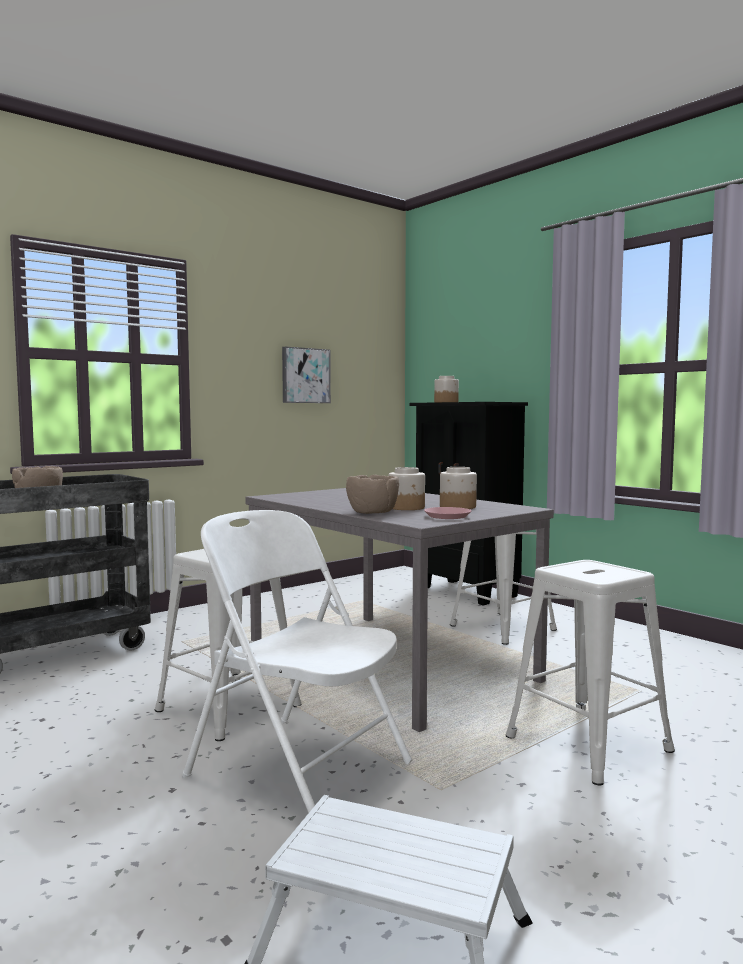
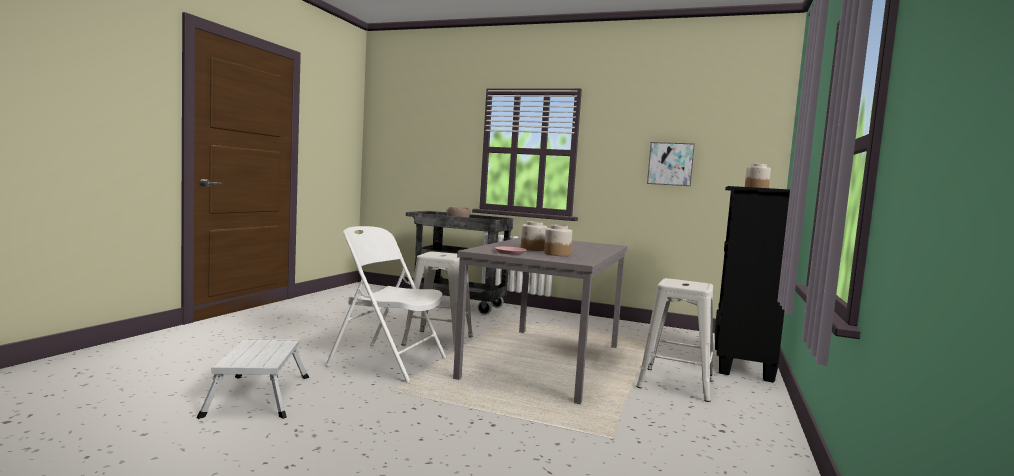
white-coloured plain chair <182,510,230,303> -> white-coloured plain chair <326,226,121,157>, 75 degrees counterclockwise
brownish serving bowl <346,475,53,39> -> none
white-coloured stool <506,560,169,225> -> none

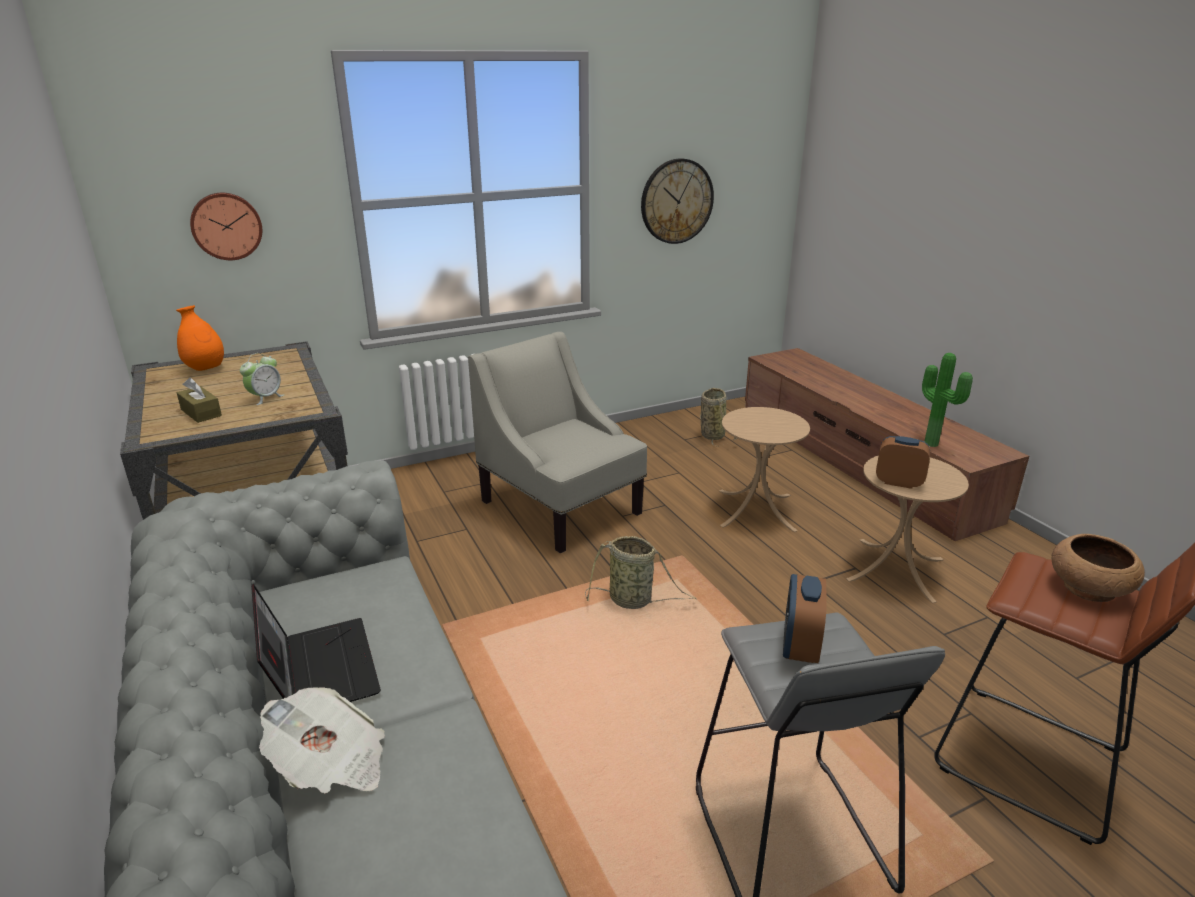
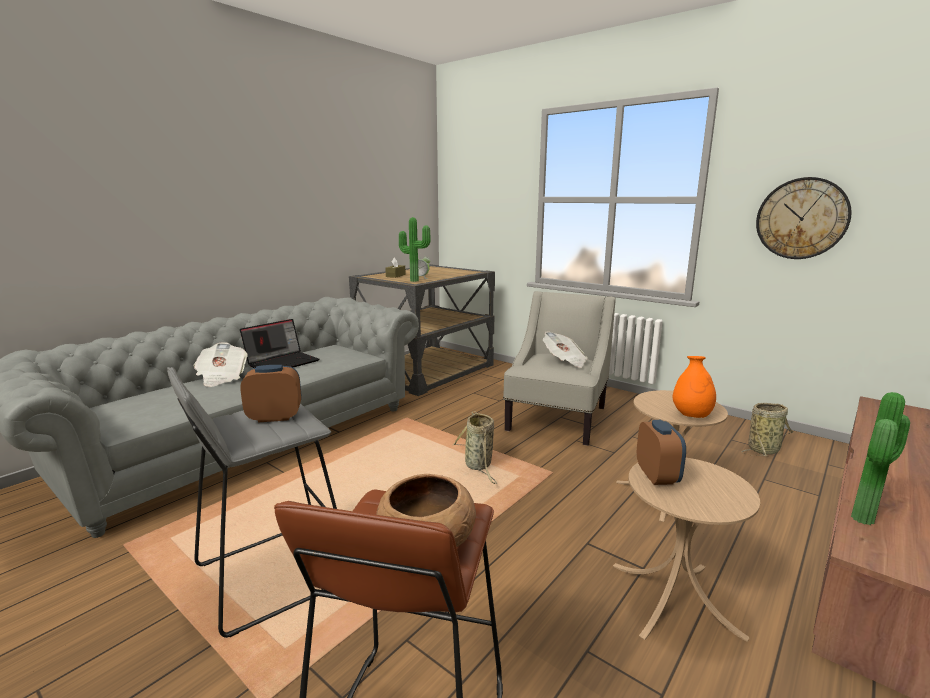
orangey vase <176,305,48,66> -> orangey vase <673,356,43,62>, moved
hanging clock <190,193,72,67> -> none
none -> houseplant <399,217,32,65>
none -> daily paper <543,331,45,37>

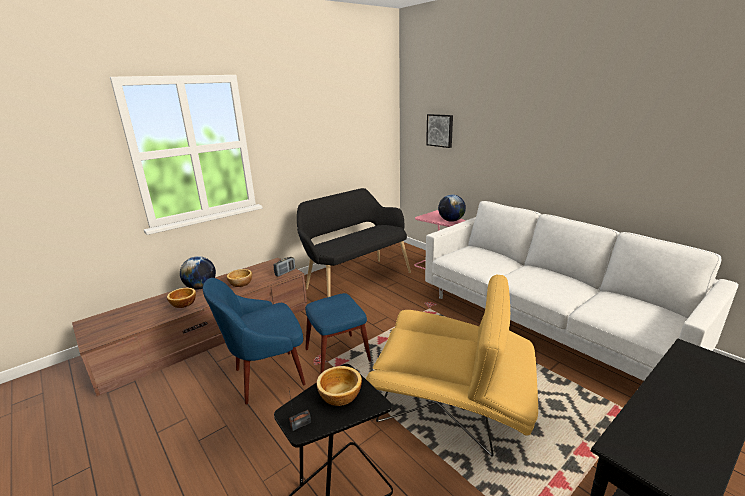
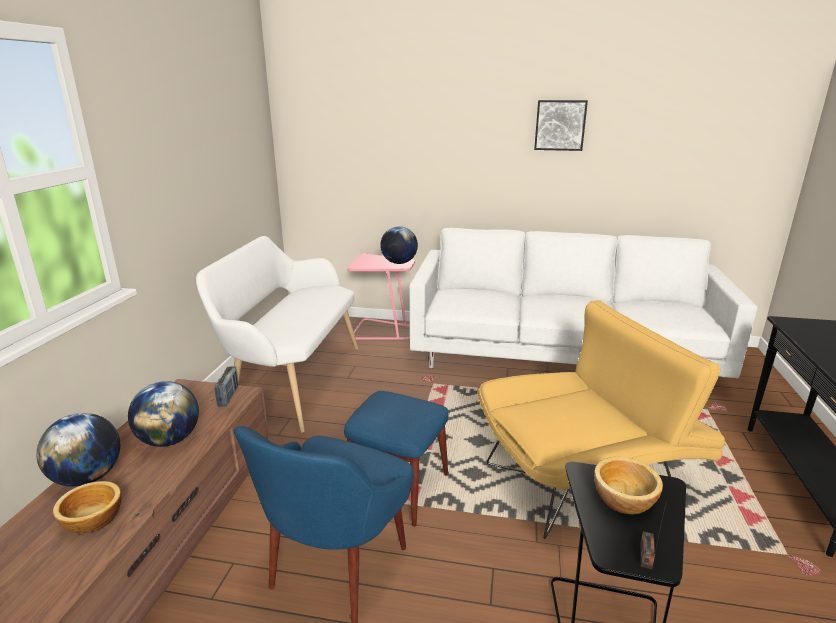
serving bowl <227,269,25,18> -> globe <128,381,71,66>
black indoor bench <297,188,114,109> -> white-coloured indoor bench <196,236,162,197>
wall art <426,114,27,34> -> wall art <534,100,54,51>, moved

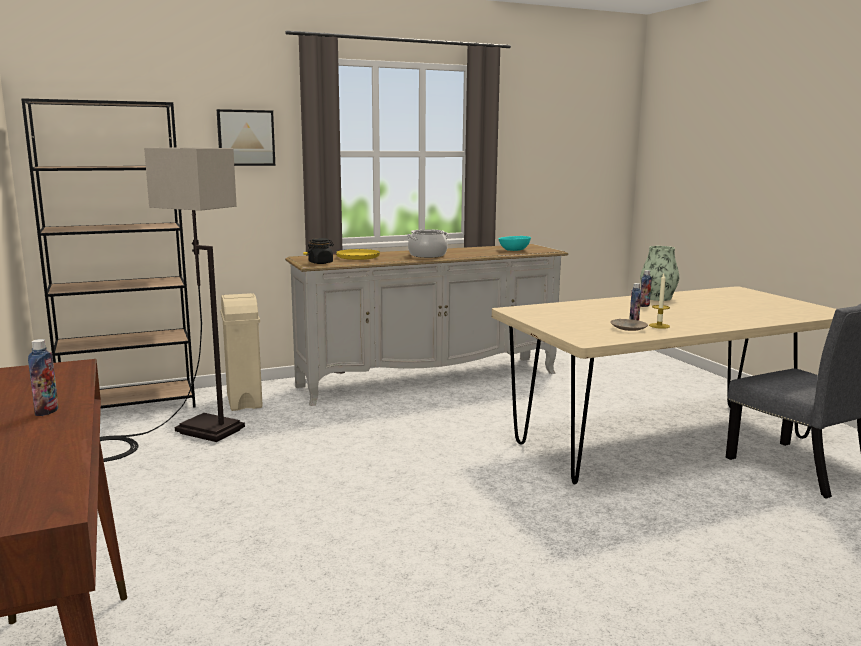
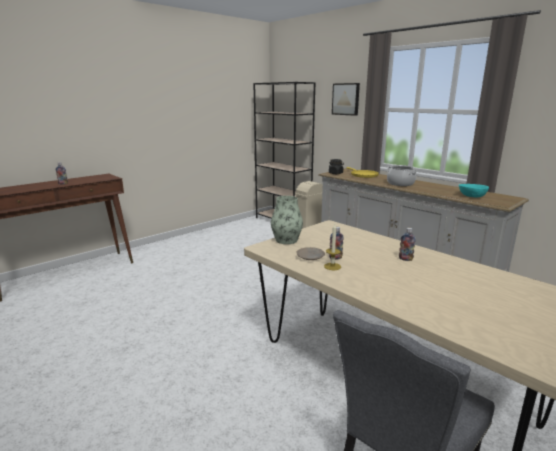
floor lamp <100,148,145,314> -> none
vase <640,246,39,55> -> vase <271,196,32,48>, moved

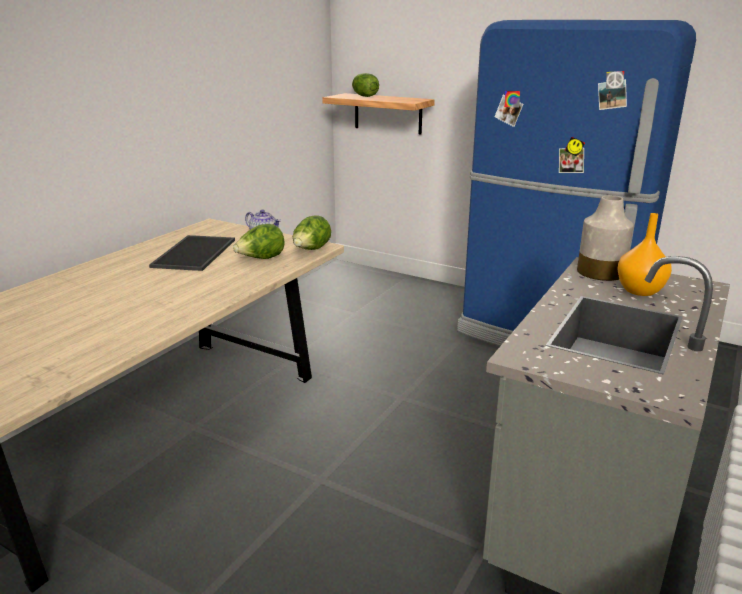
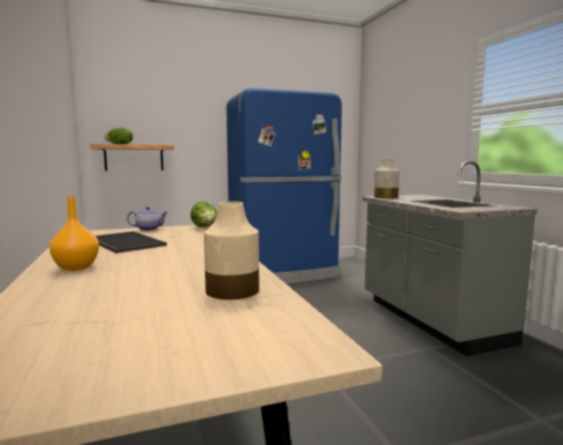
lettuce head <233,224,51,35> -> none
orangey vase <618,213,54,83> -> orangey vase <49,196,50,75>, moved
none -> sand-coloured vase <204,201,55,99>

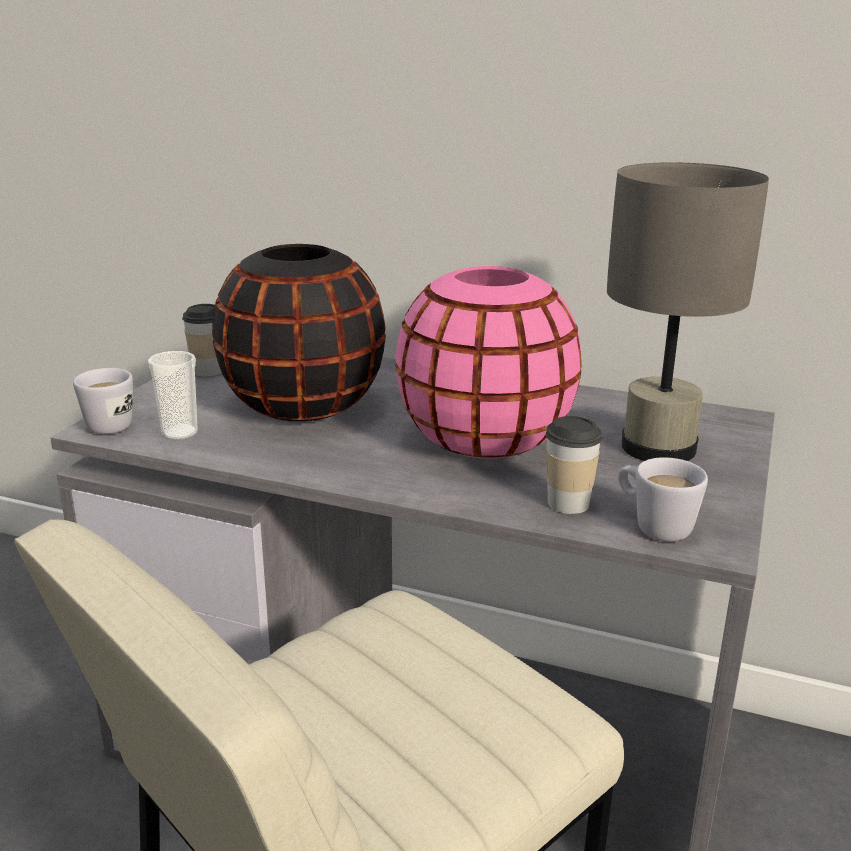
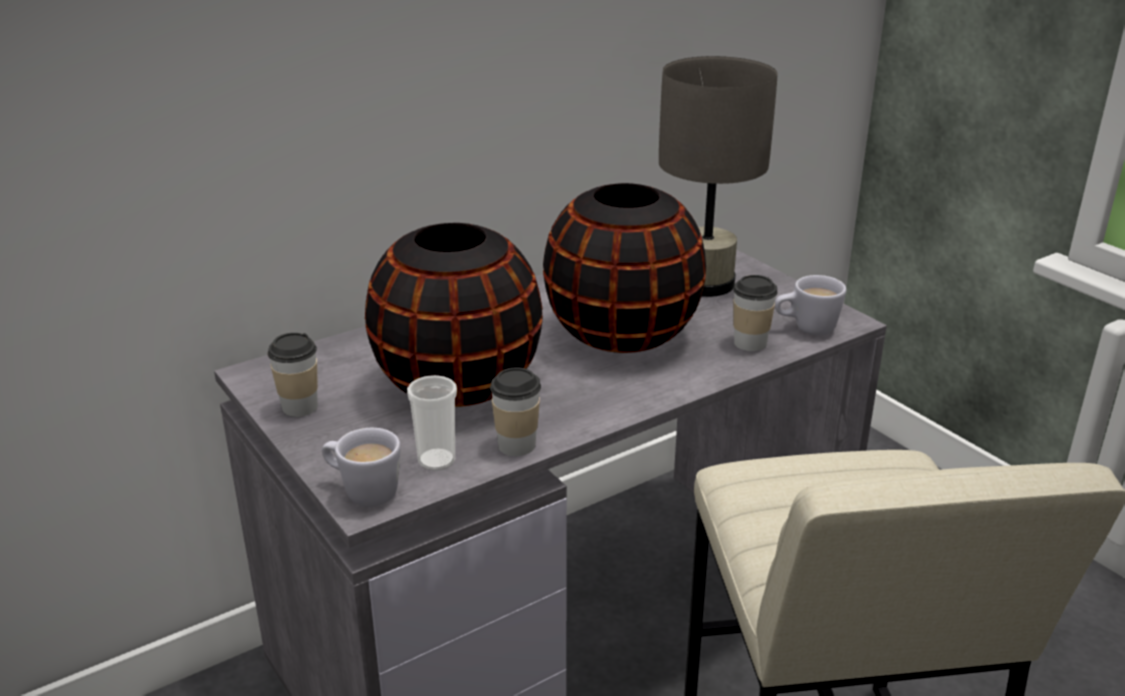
pinkish vase <395,266,187,192> -> black vase <543,183,163,170>
none -> small cup <490,367,51,89>

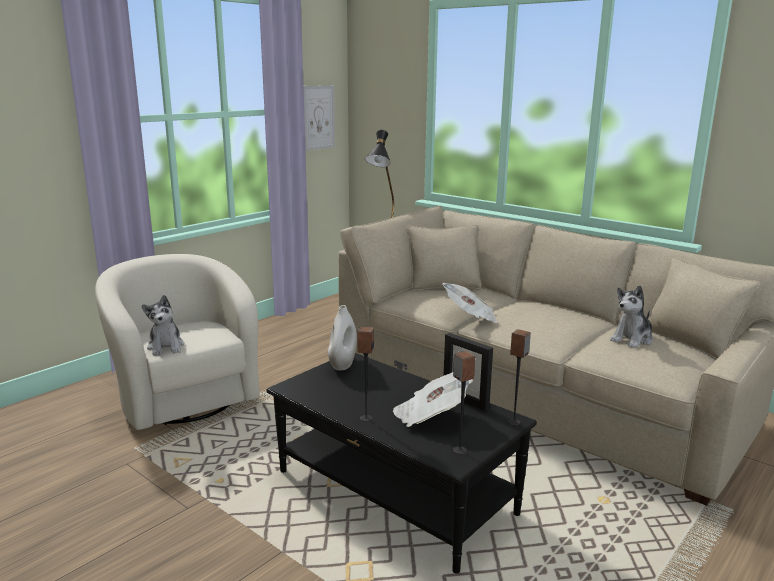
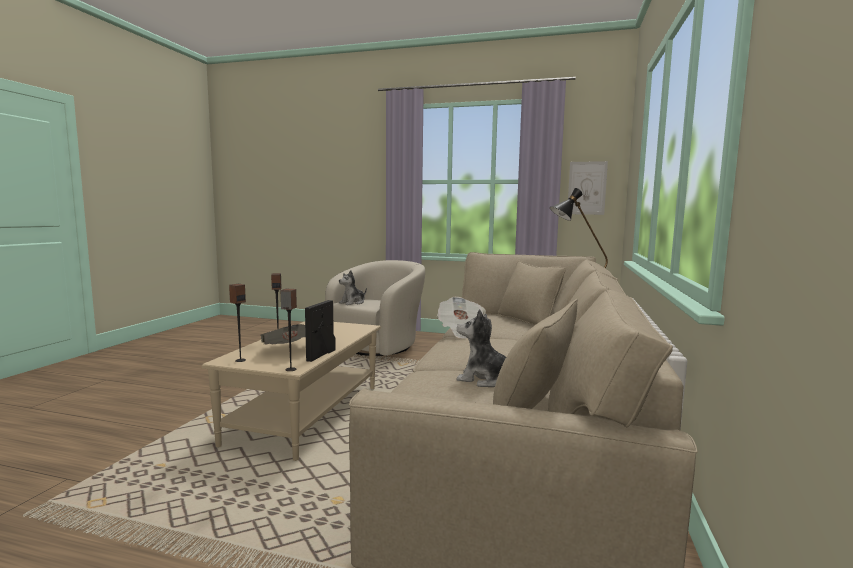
black lounge table <266,353,271,221> -> sand-coloured lounge table <202,321,179,140>
white-coloured vase <328,305,29,65> -> none

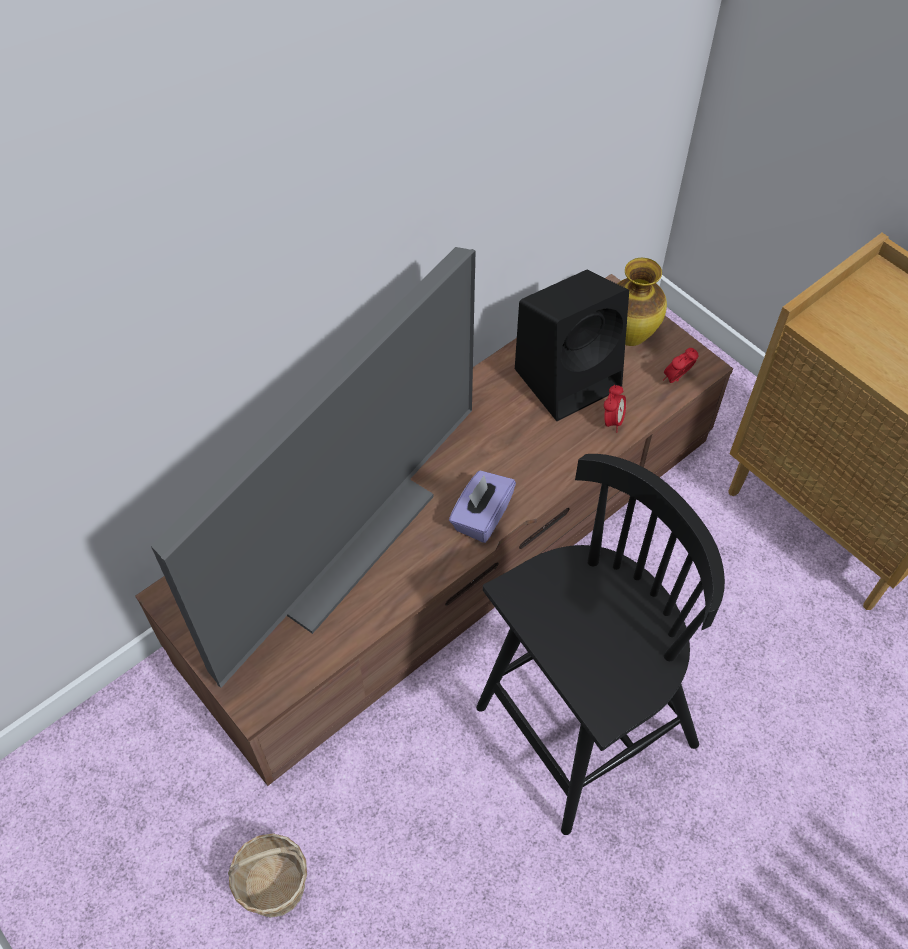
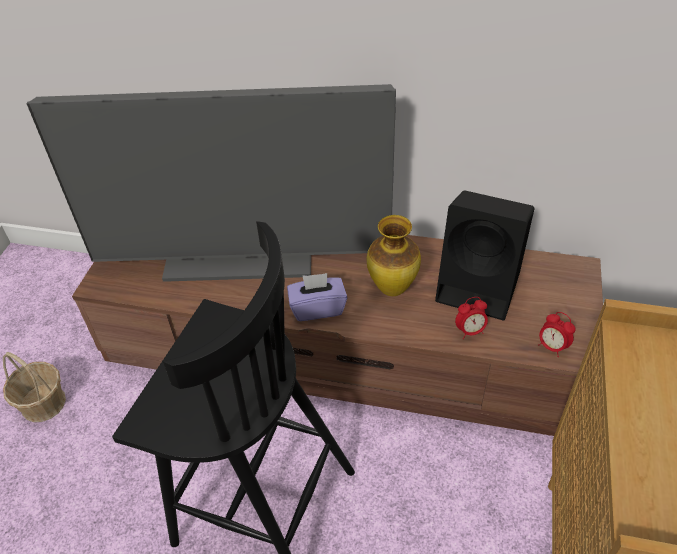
vase <617,258,50,88> -> vase <367,215,54,81>, moved
alarm clock <663,348,36,35> -> alarm clock <538,312,38,45>, 150 degrees counterclockwise

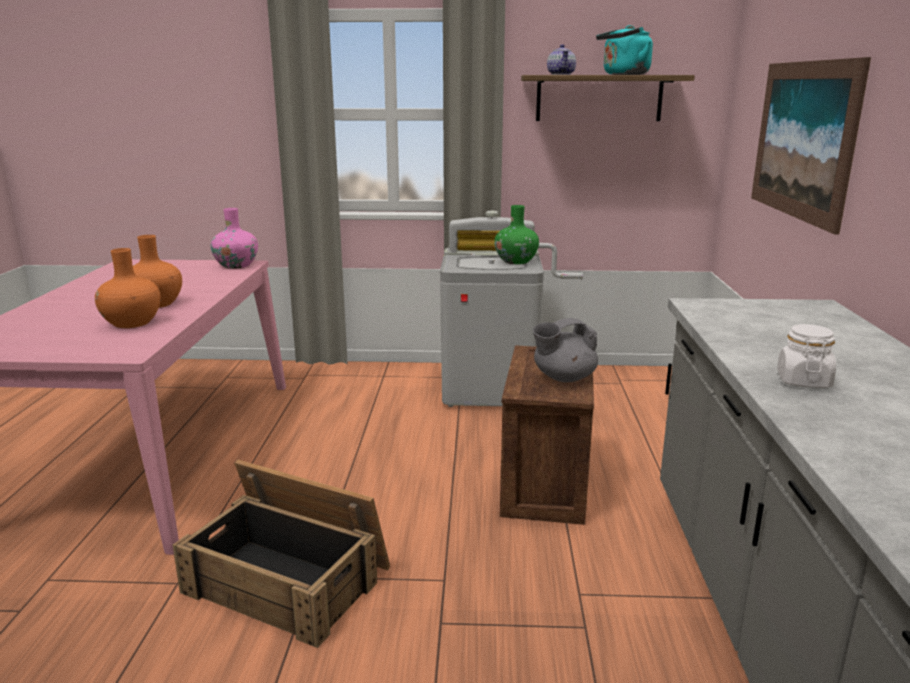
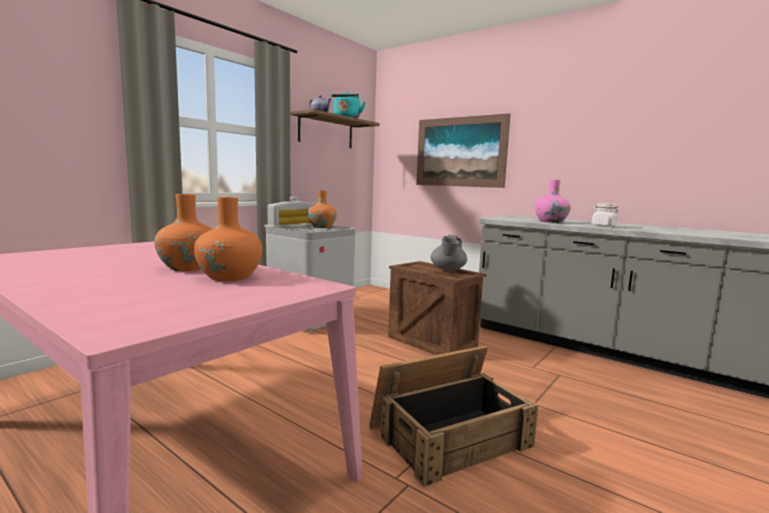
pinkish vase <210,208,48,61> -> pinkish vase <535,180,36,43>, moved
greenish vase <494,205,45,59> -> orangey vase <307,190,30,38>

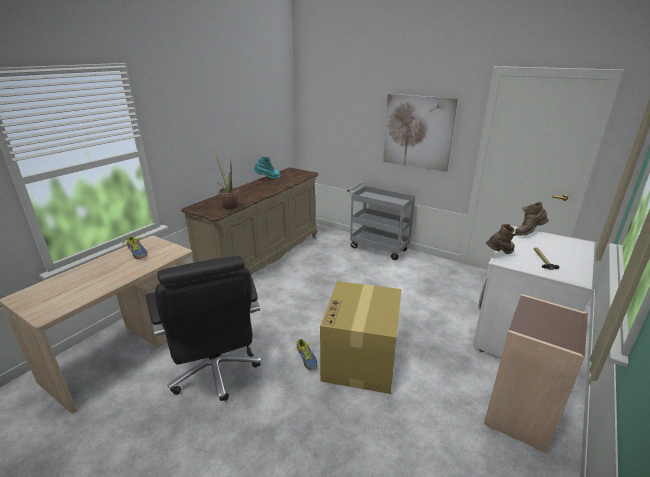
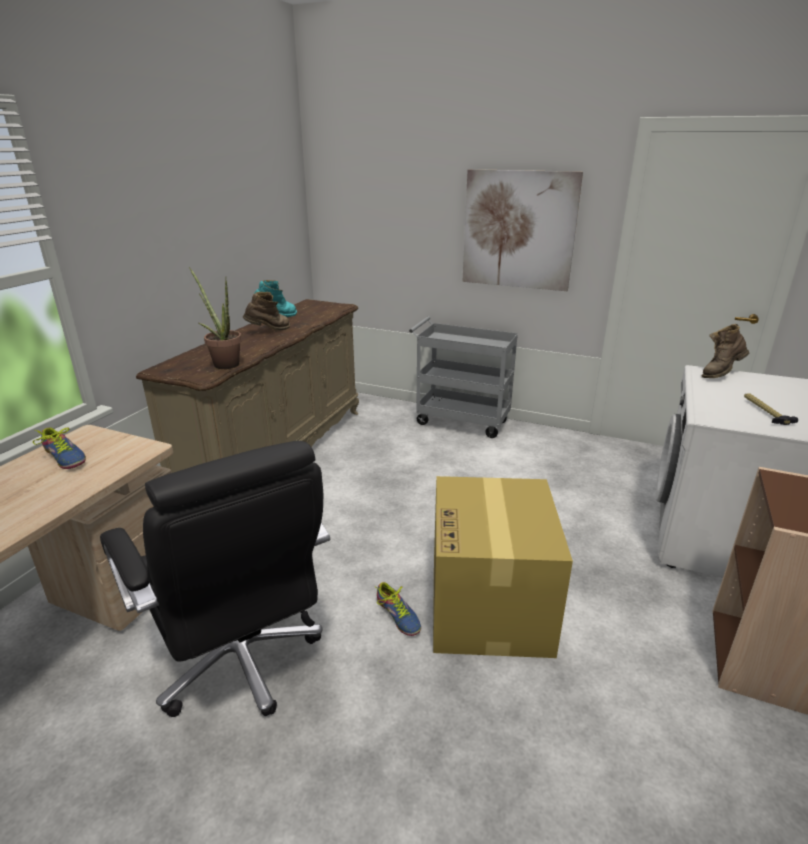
brownish boot <486,224,33,30> -> brownish boot <243,292,47,38>, moved

